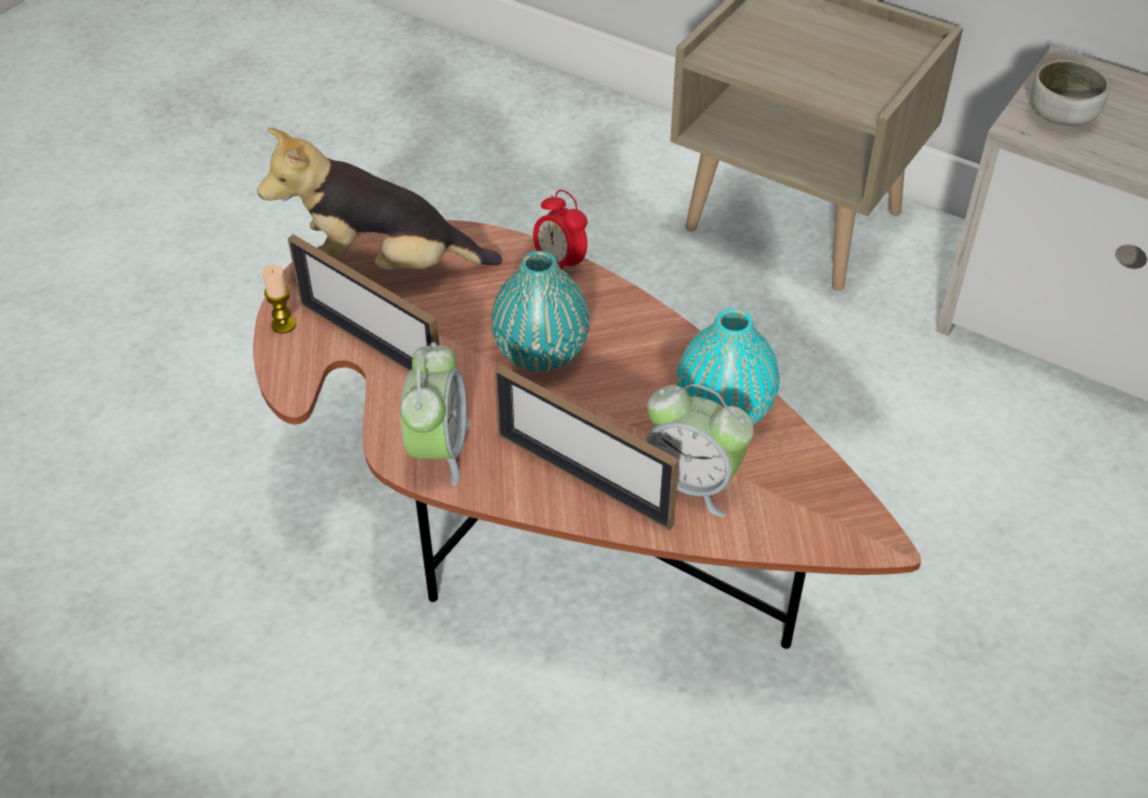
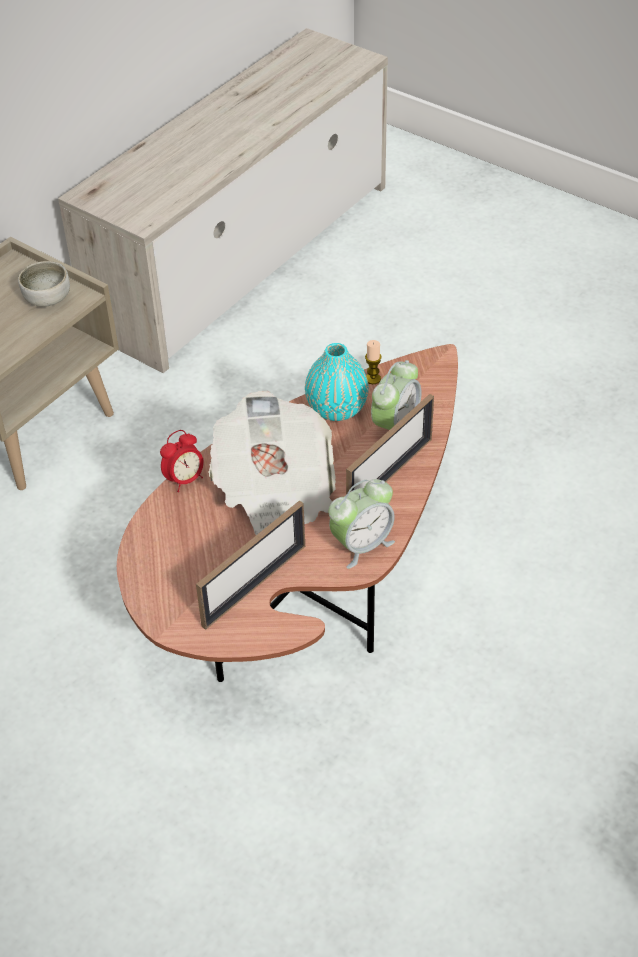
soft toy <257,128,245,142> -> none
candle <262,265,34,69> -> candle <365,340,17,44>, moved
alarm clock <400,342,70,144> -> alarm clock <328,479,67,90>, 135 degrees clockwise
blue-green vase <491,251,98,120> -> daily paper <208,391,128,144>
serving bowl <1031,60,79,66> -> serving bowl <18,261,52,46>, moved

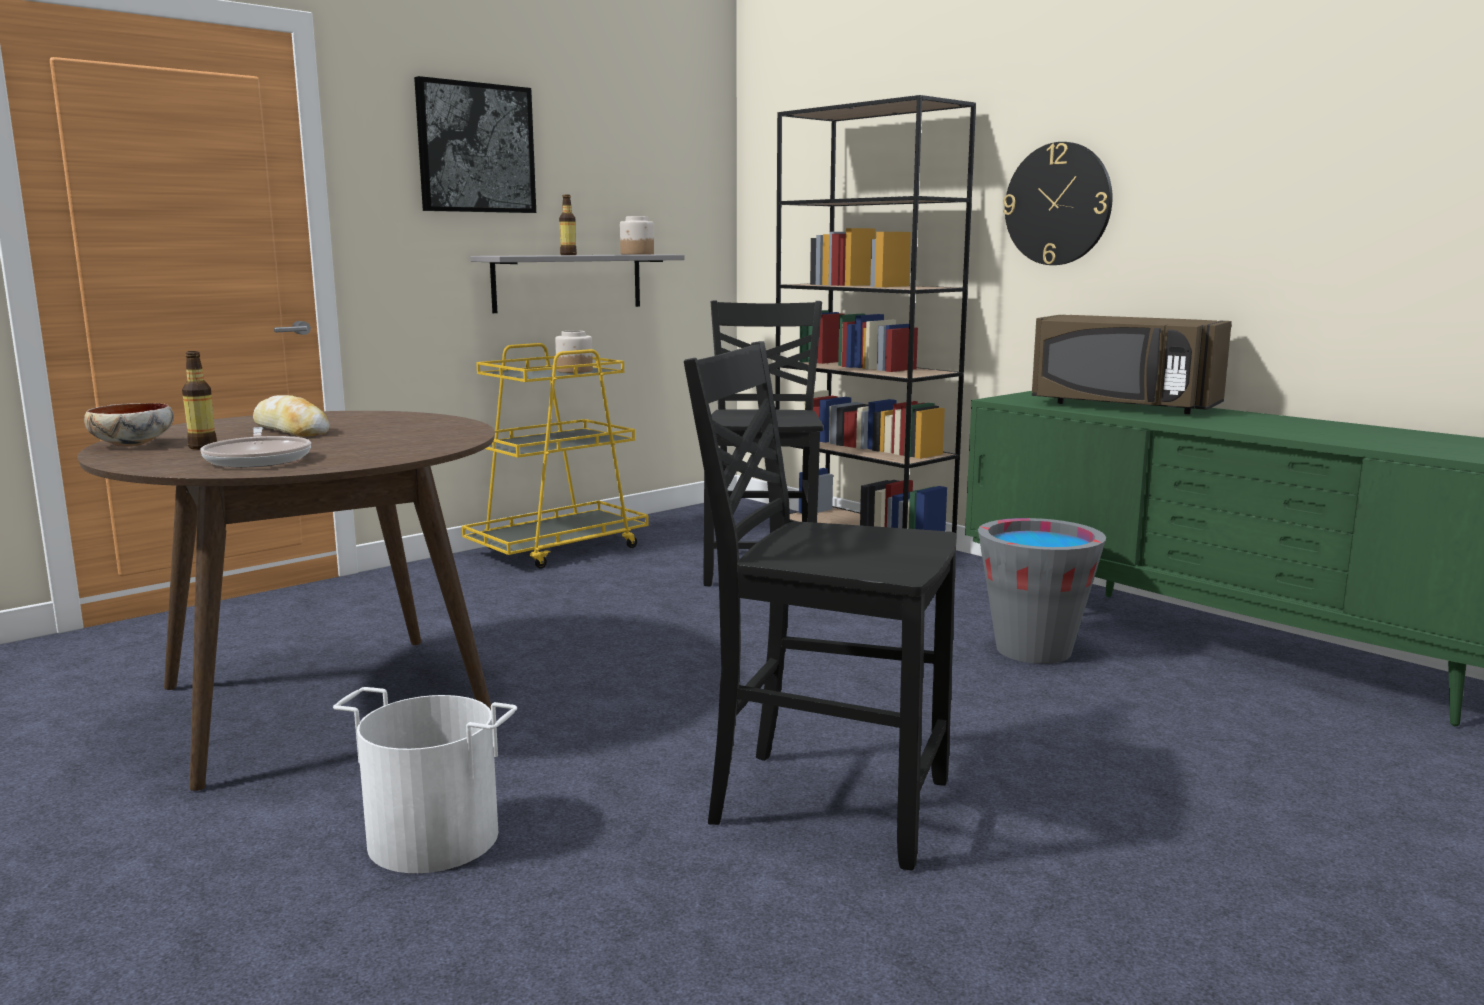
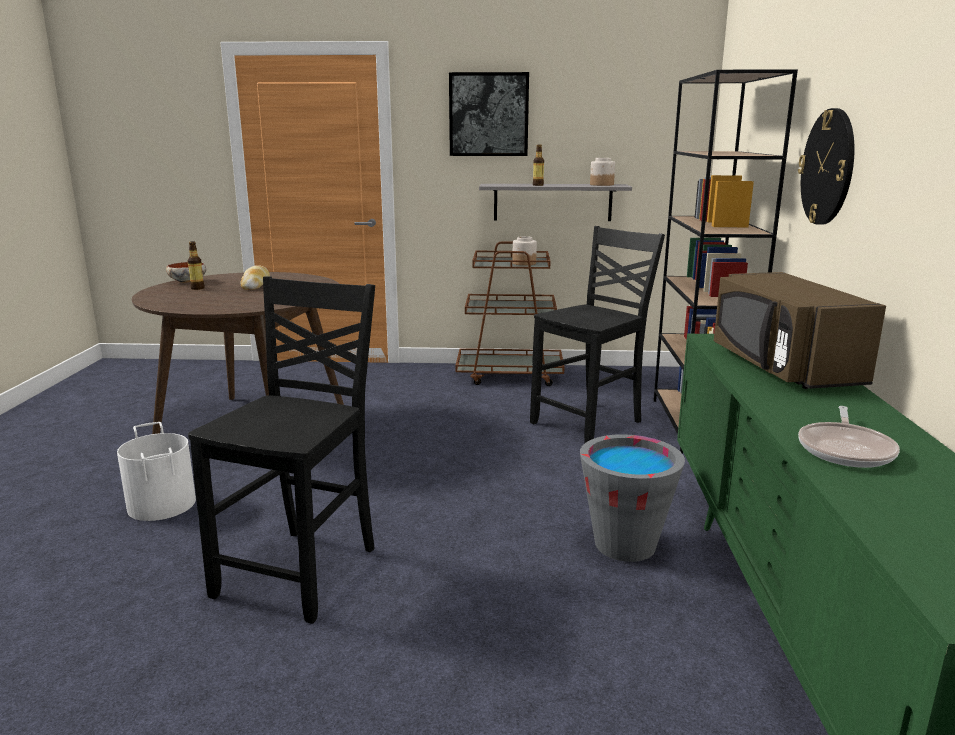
skillet <200,427,111,40> -> skillet <798,406,102,62>, moved
yellowish trolley <462,343,187,226> -> brownish trolley <456,242,109,144>
black plain chair <684,341,273,529> -> black plain chair <188,277,187,347>, 45 degrees clockwise

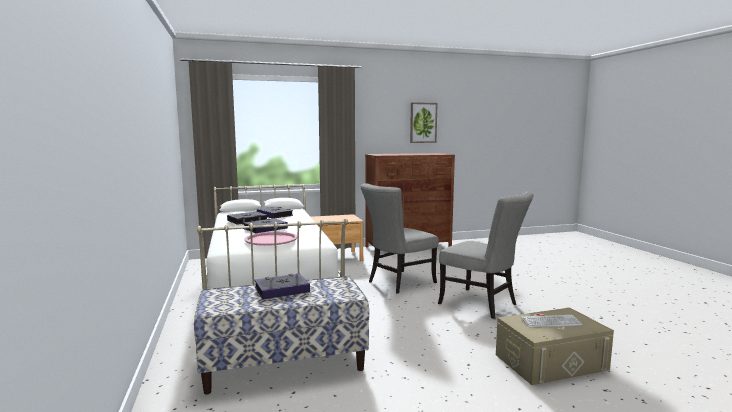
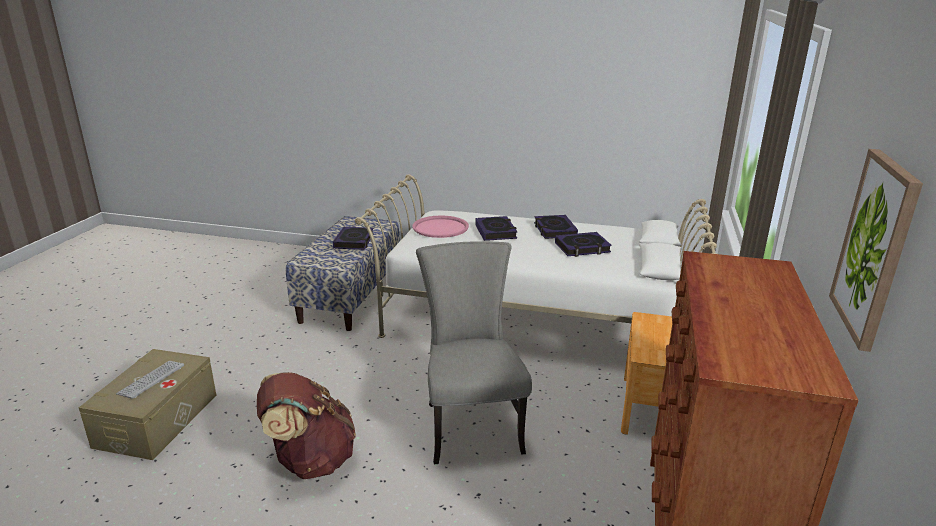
grey plain chair <438,192,96,127> -> brownish knapsack <257,372,99,107>

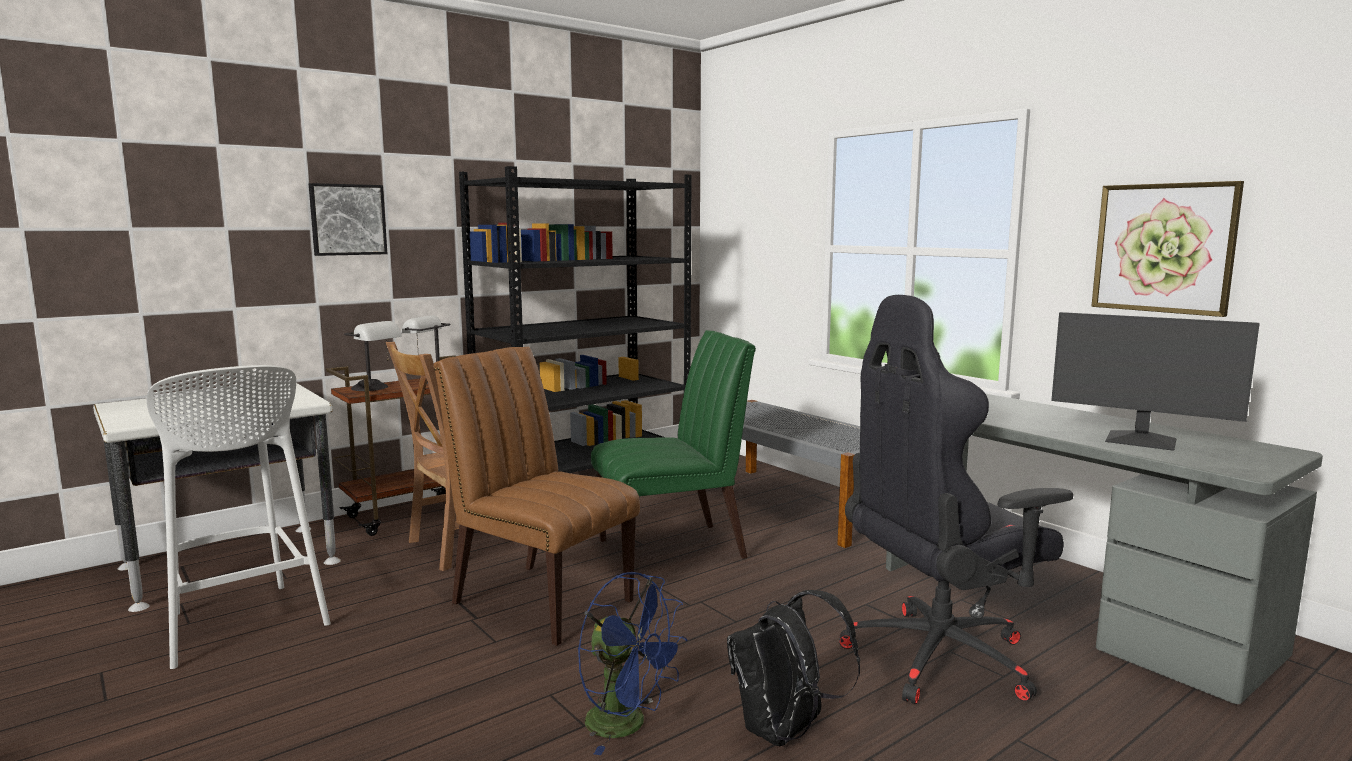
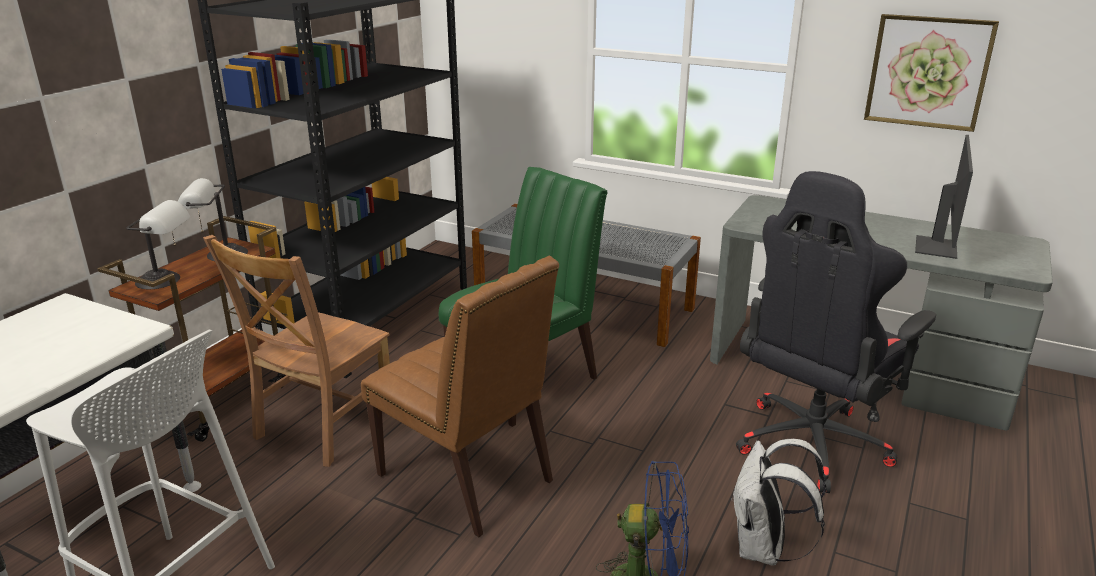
wall art <309,183,78,73> -> none
brownish plain chair <433,347,207,299> -> brownish plain chair <361,255,198,282>, 150 degrees counterclockwise
black knapsack <727,590,133,156> -> white-coloured knapsack <731,439,95,126>
monitor <1051,312,209,139> -> monitor <915,135,58,124>, 75 degrees counterclockwise

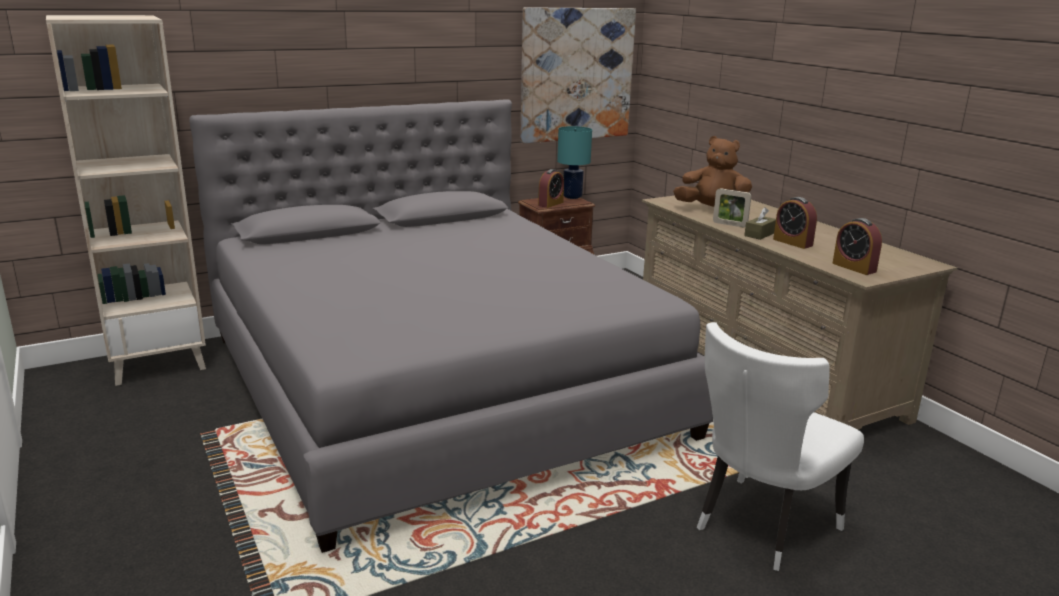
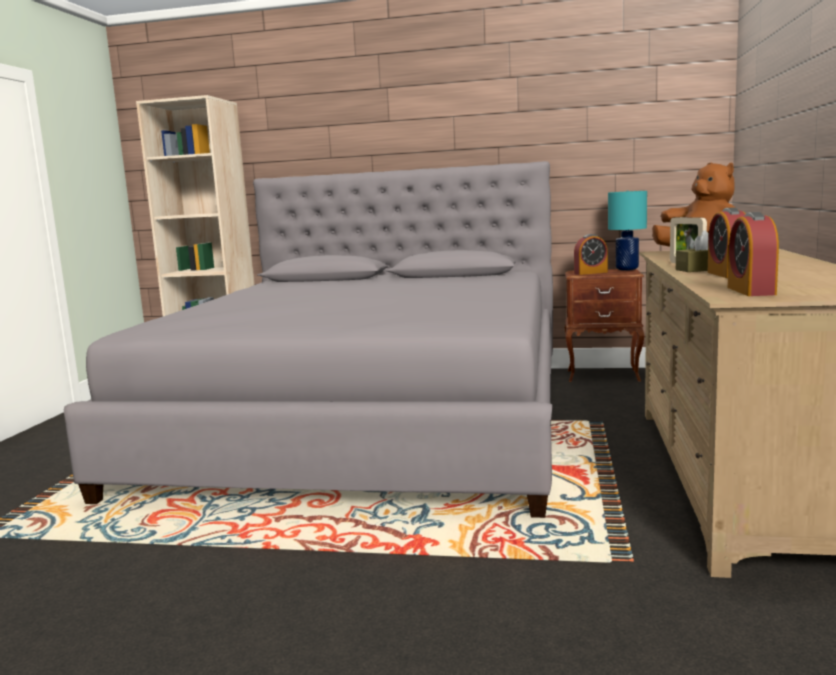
wall art <520,7,116,136> -> none
white-coloured plain chair <697,322,167,249> -> none

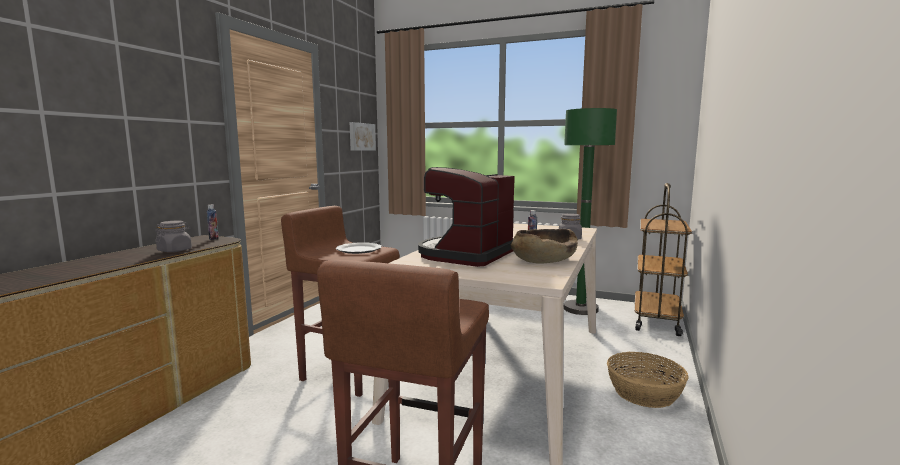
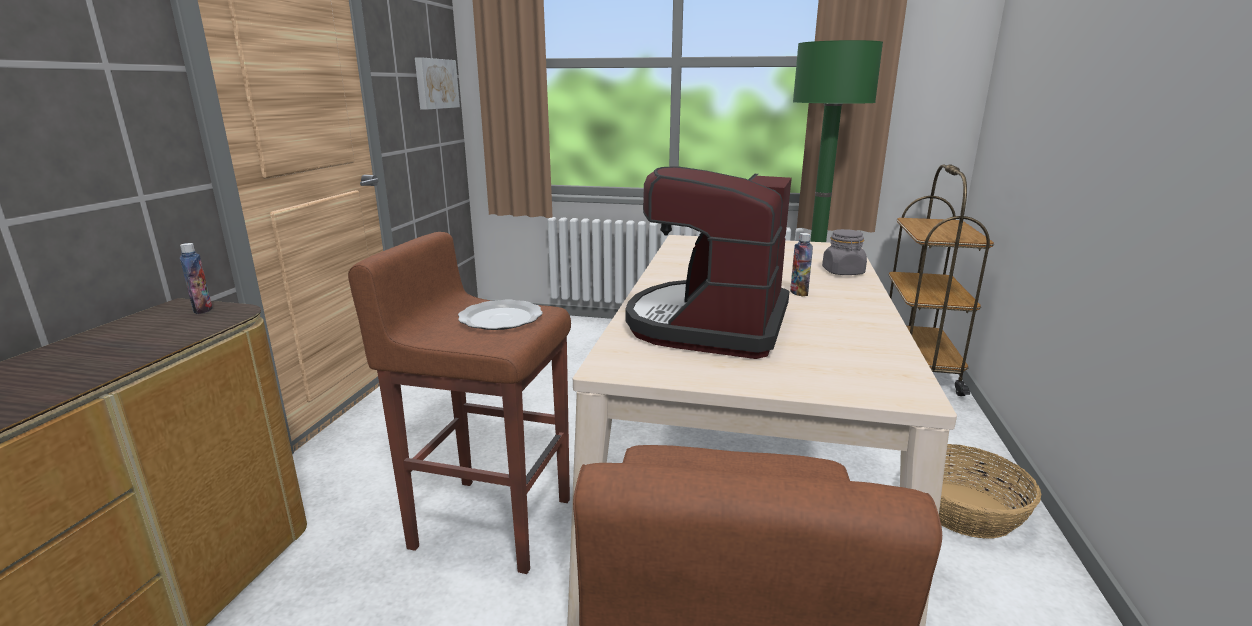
grey jar <155,221,37,31> -> none
brownish serving bowl <511,229,67,35> -> none

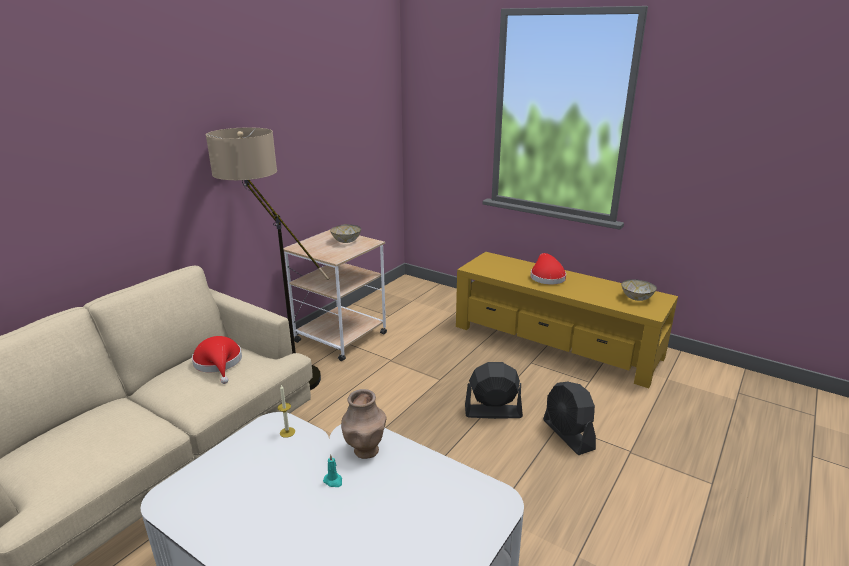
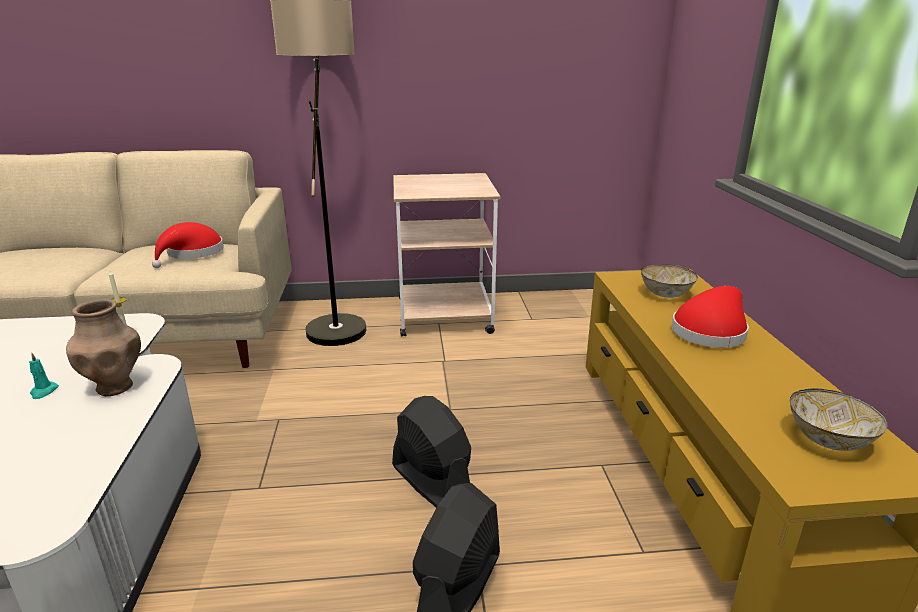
serving bowl <330,224,31,19> -> serving bowl <641,265,57,33>, moved

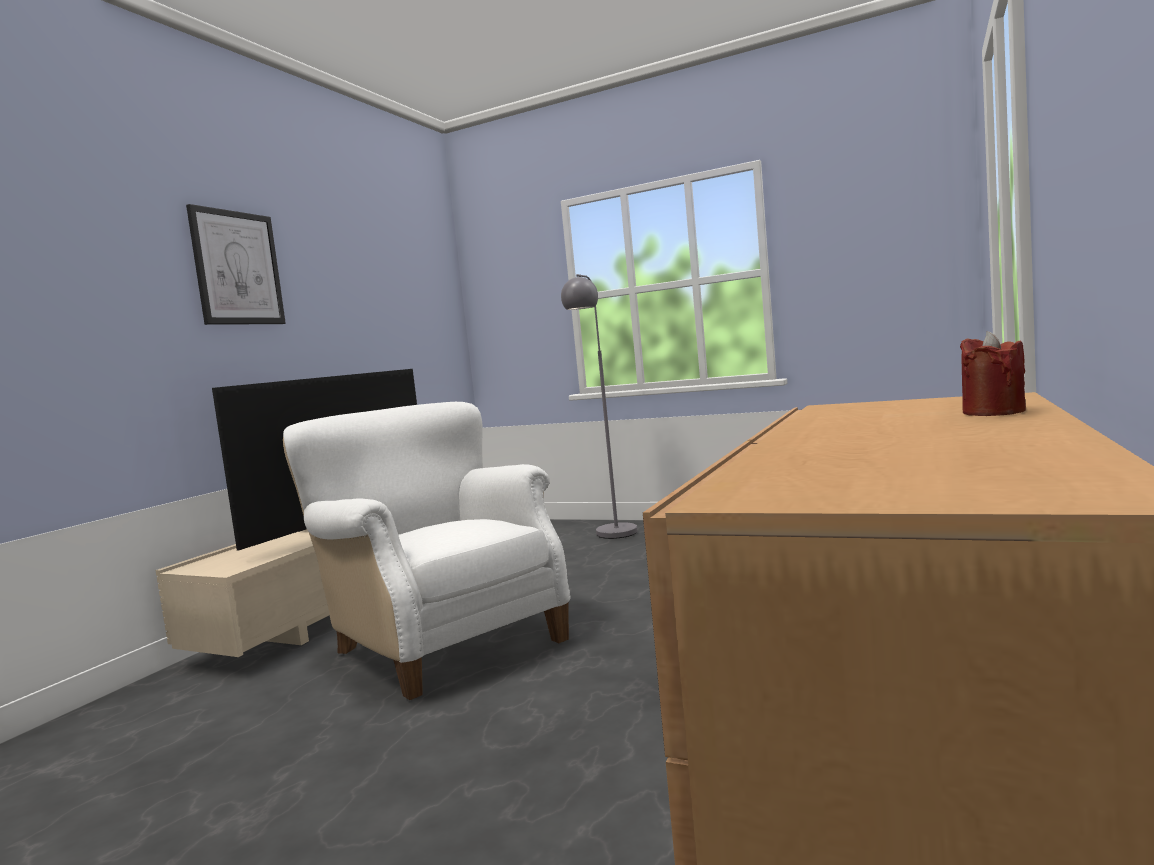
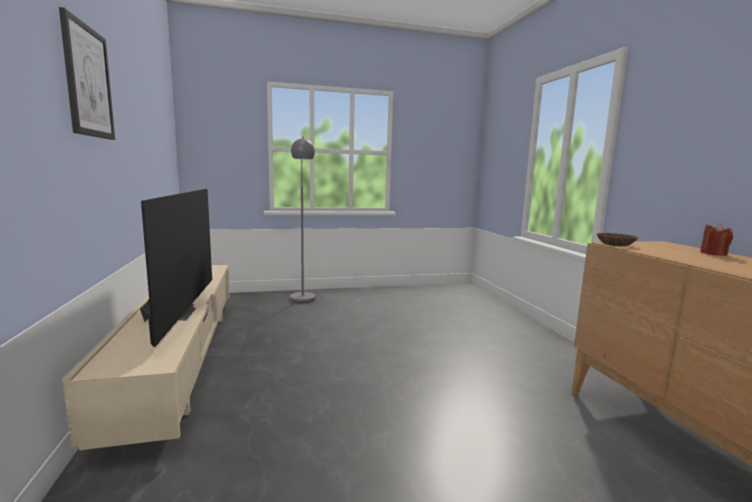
white-coloured easy chair <283,402,287,298> -> none
none -> brownish serving bowl <597,233,41,14>

